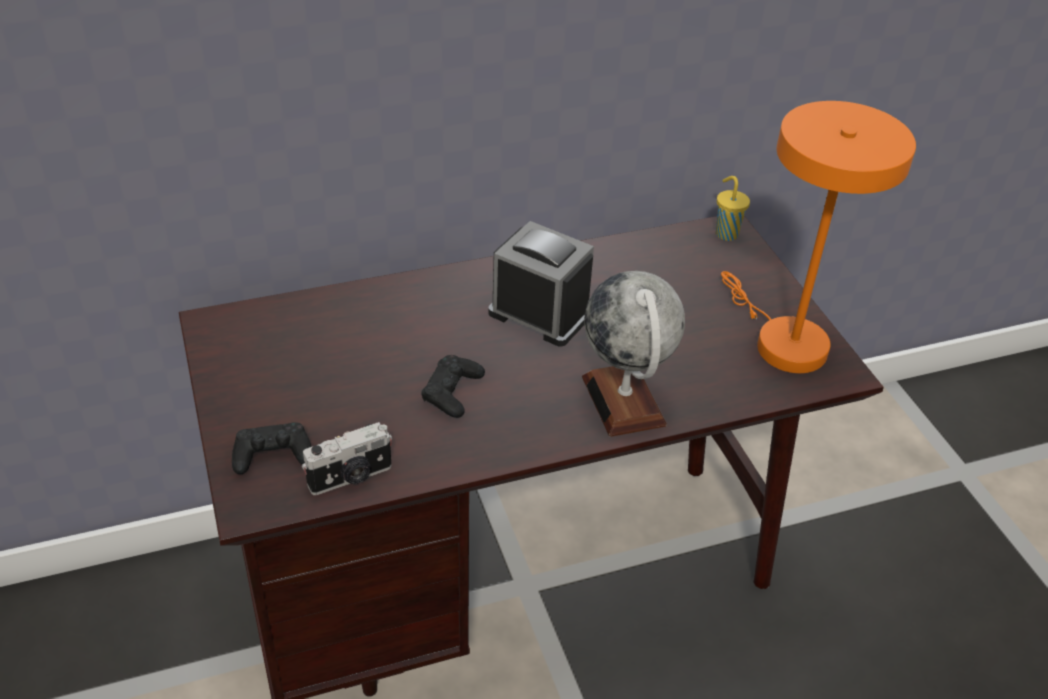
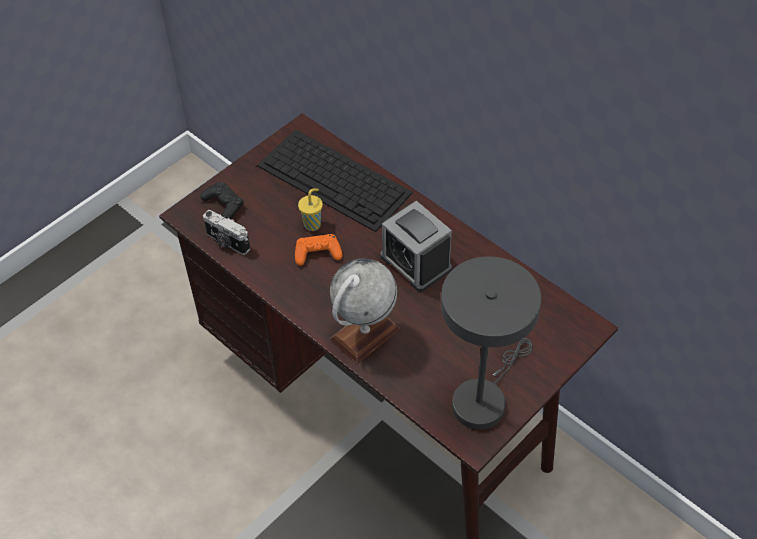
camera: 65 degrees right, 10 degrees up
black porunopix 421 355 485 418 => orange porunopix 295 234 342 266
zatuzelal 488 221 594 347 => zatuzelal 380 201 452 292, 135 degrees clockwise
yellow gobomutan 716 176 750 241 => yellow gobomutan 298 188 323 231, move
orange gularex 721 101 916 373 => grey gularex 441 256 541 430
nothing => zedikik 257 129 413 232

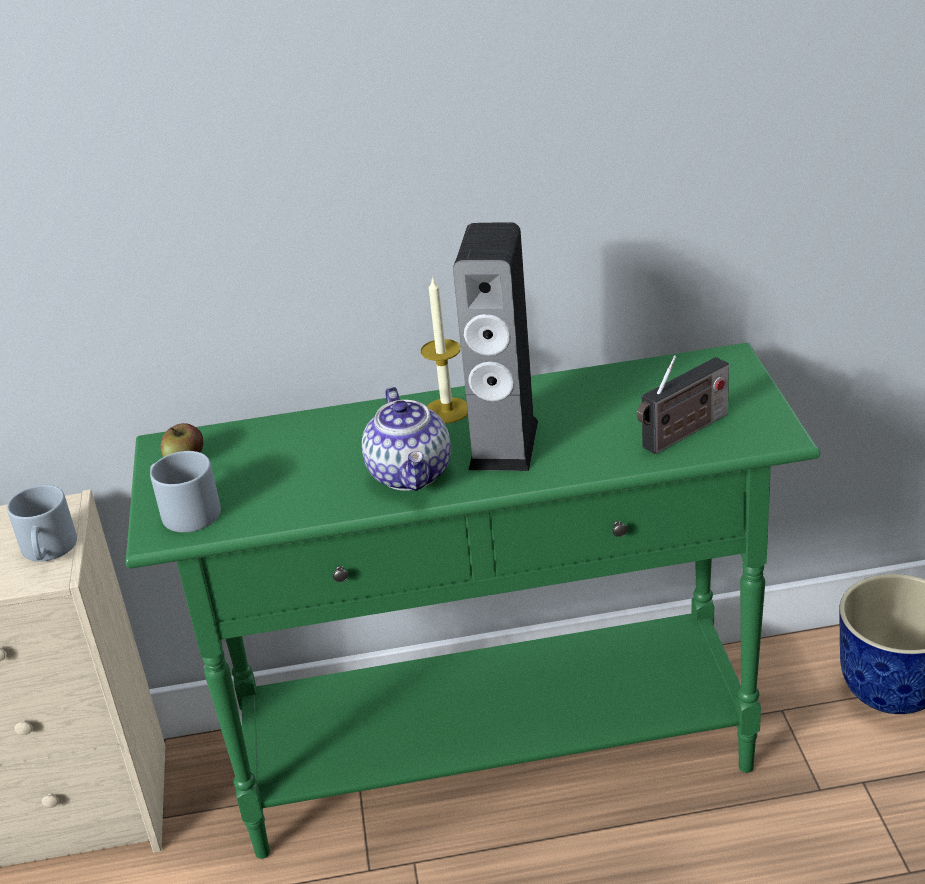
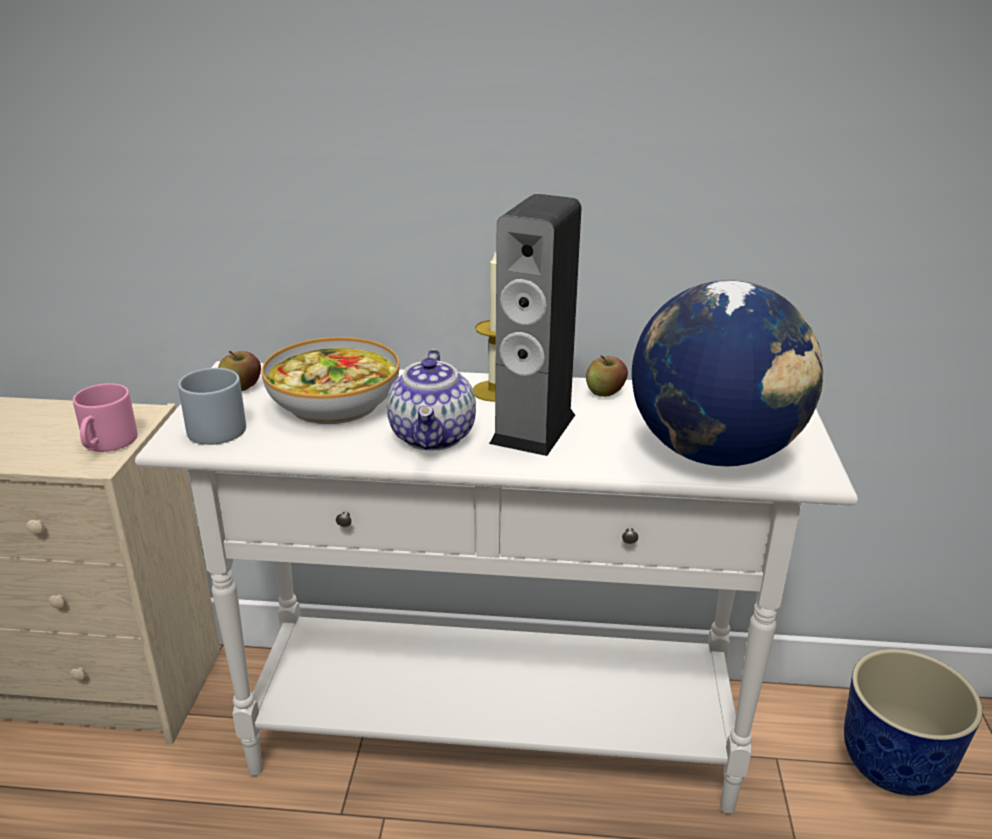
camera: 10 degrees right, 5 degrees down
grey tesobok 7 485 77 562 => pink tesobok 73 383 138 452
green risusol 126 343 820 859 => white risusol 135 361 858 814
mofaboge 637 355 729 455 => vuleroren 632 280 823 466
nothing => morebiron 261 337 400 424
nothing => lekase 586 355 628 397

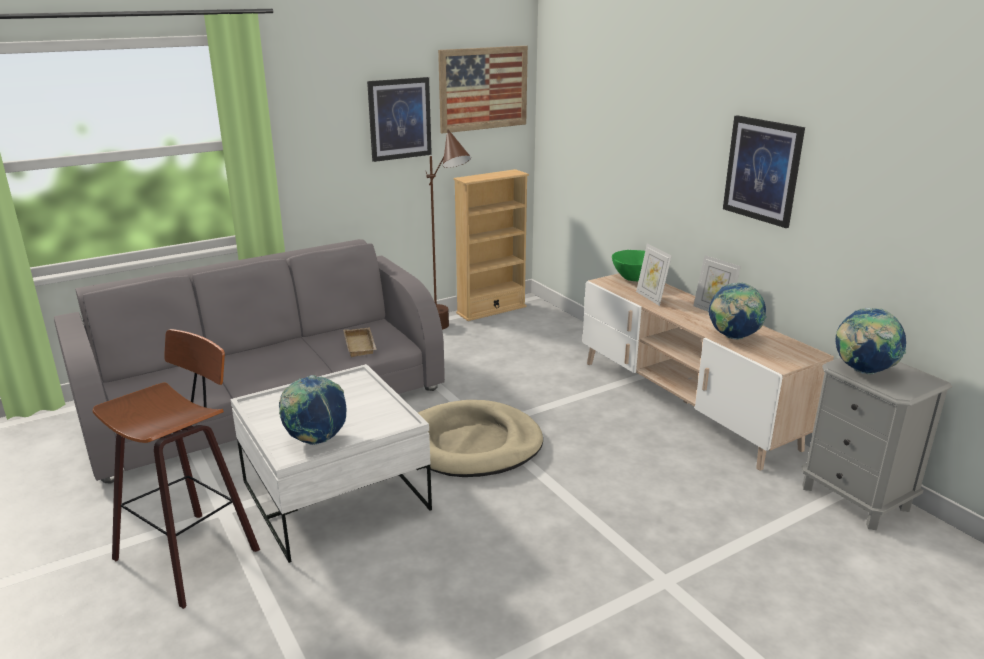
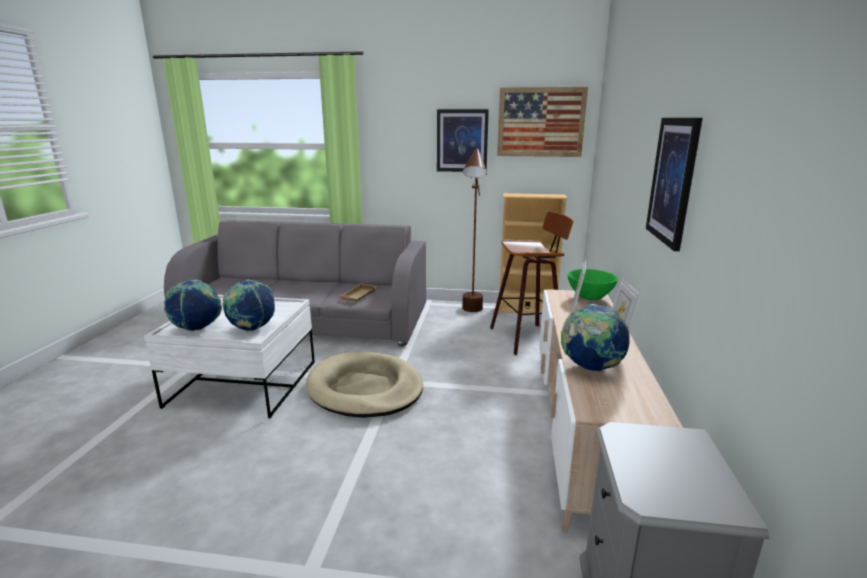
camera: 40 degrees right, 5 degrees down
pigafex 93 329 260 609 => pigafex 490 211 573 355, move
vuleroren 836 308 906 374 => vuleroren 223 279 275 331, move

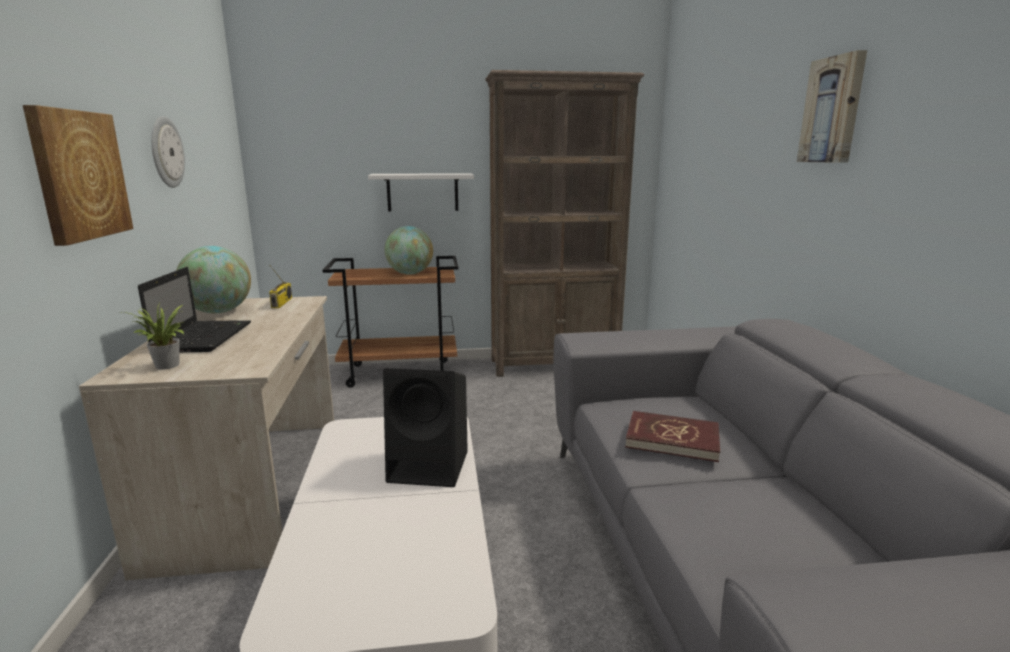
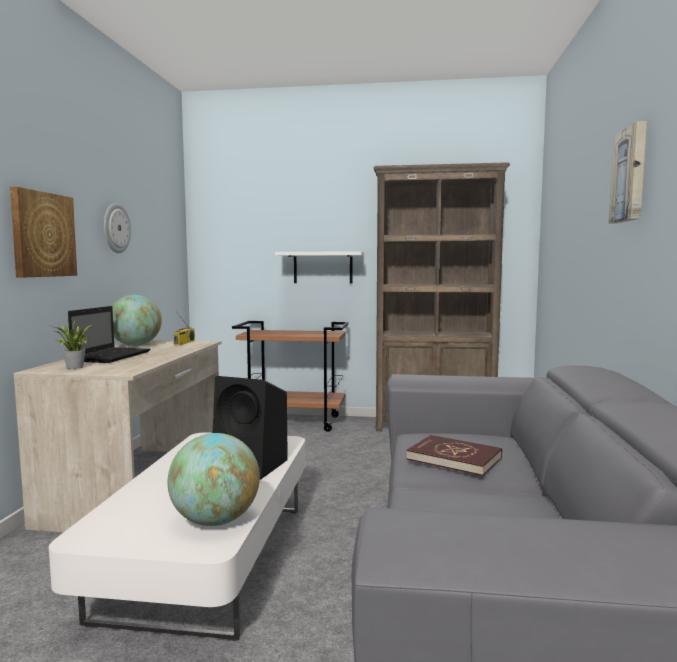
camera: 15 degrees right, 10 degrees down
vuleroren 385 226 433 275 => vuleroren 168 433 260 526, move

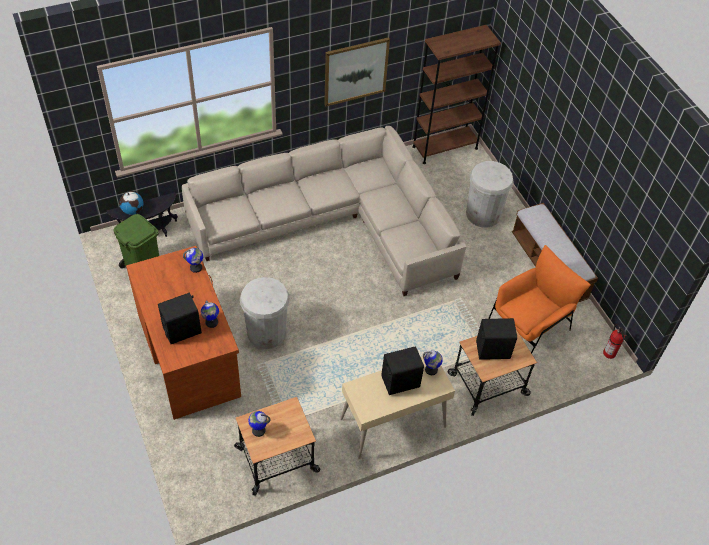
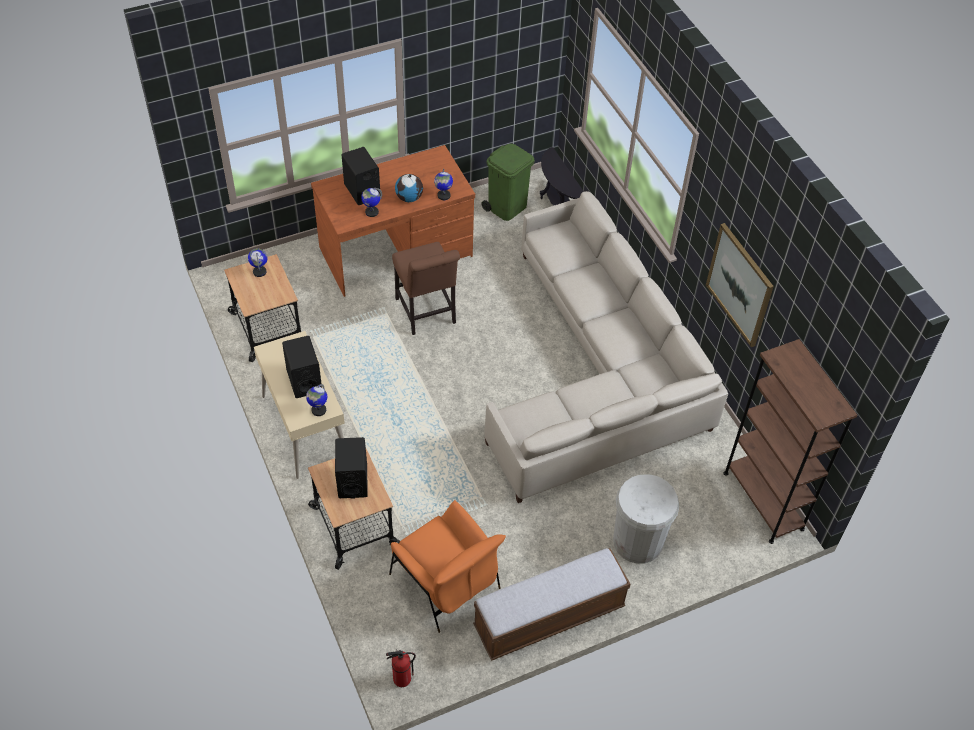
camera: 90 degrees right, 0 degrees up
vuleroren 119 191 143 215 => vuleroren 395 174 423 202, move
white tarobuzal 240 277 290 349 => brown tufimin 392 242 460 335

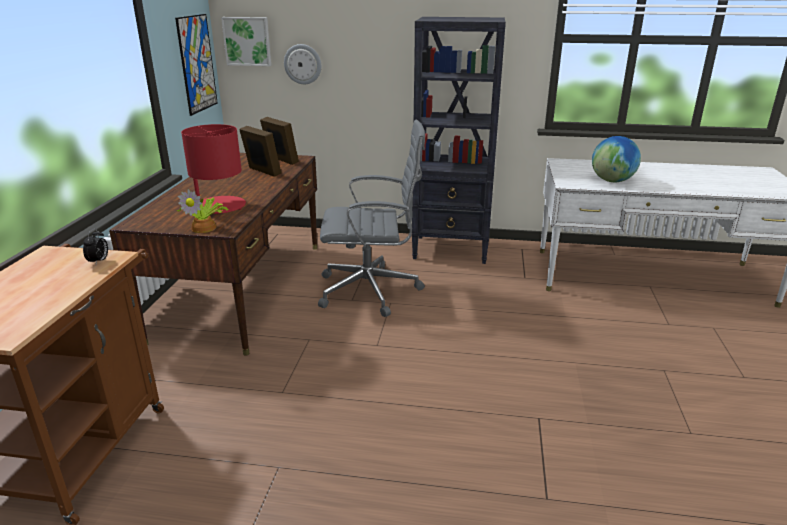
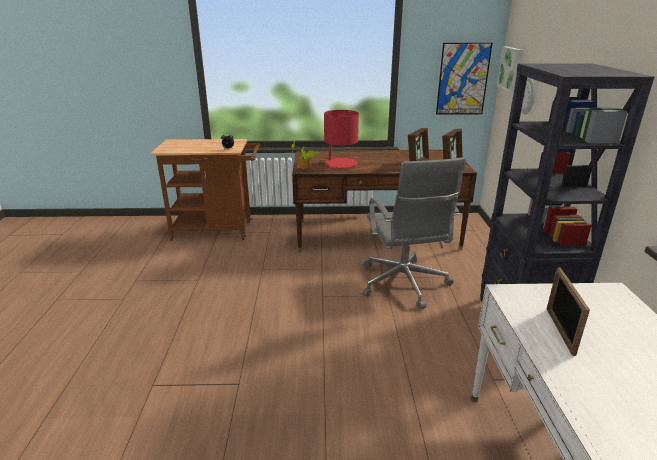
camera: 80 degrees right, 0 degrees up
vuleroren 592 136 641 182 => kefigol 547 268 590 356

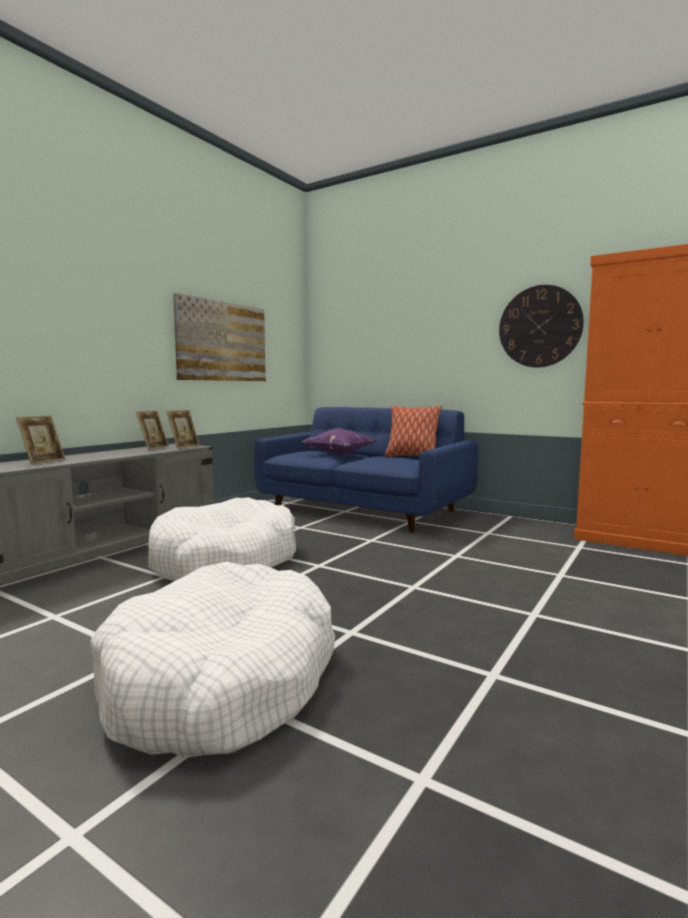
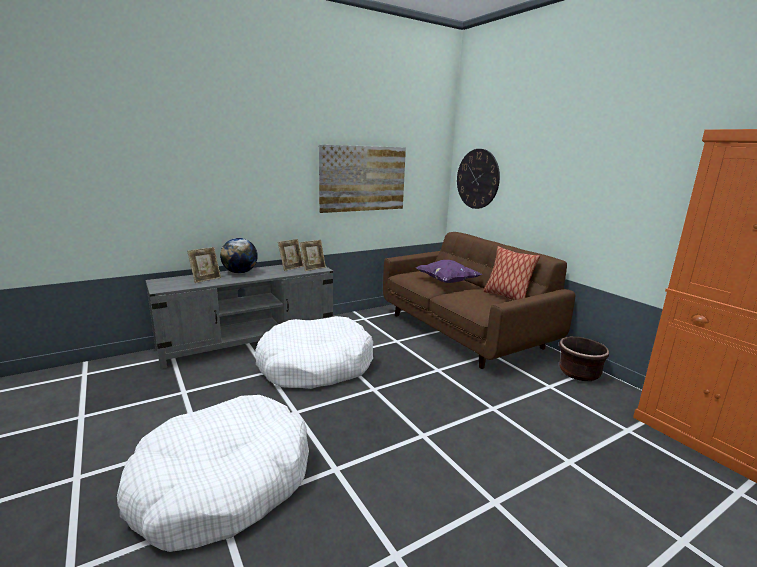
camera: 25 degrees right, 10 degrees up
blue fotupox 254 407 478 533 => brown fotupox 383 232 575 369
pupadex 499 285 584 368 => pupadex 457 149 500 209, move
nothing => vuleroren 220 238 258 273
nothing => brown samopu 559 336 609 381

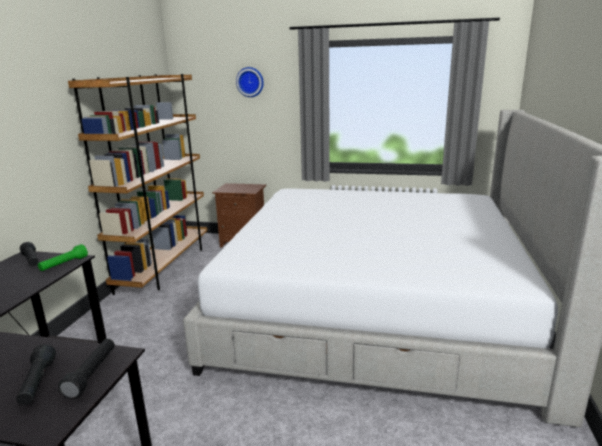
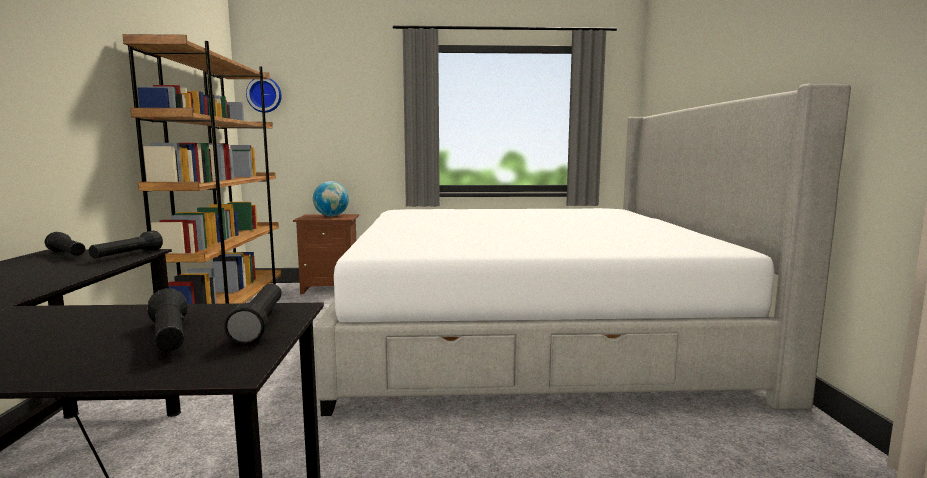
camera: 15 degrees left, 10 degrees down
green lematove 38 244 88 271 => black lematove 89 231 163 258
pupadex 236 67 264 97 => pupadex 246 78 282 113, move
nothing => vuleroren 313 181 349 216

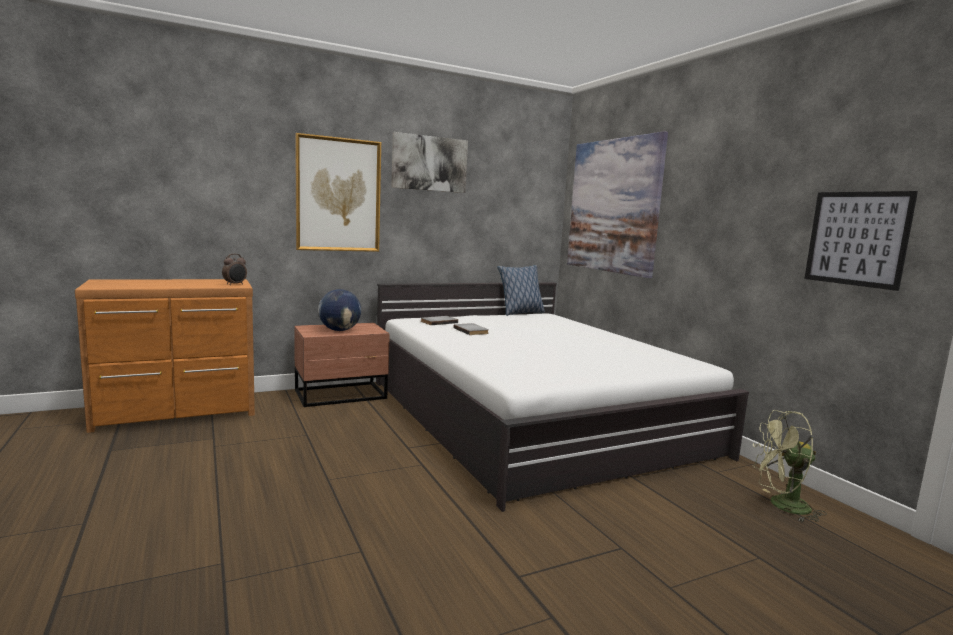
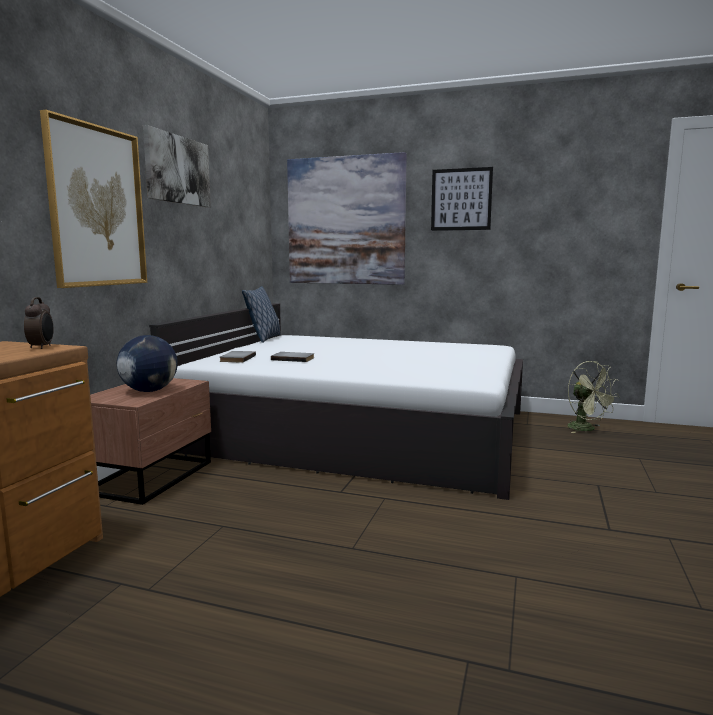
camera: 45 degrees left, 0 degrees up
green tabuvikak 752 410 827 522 => green tabuvikak 567 361 619 433, 75 degrees counterclockwise
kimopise 804 191 918 291 => kimopise 431 167 493 231, move

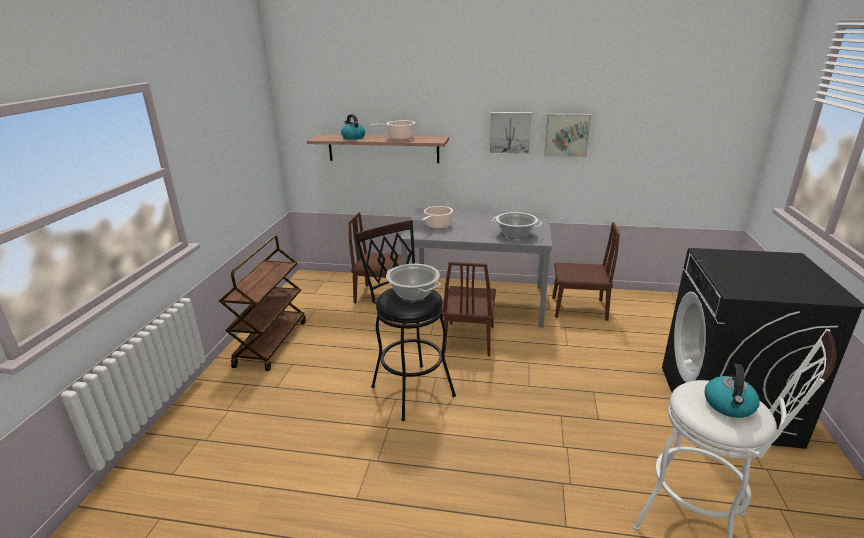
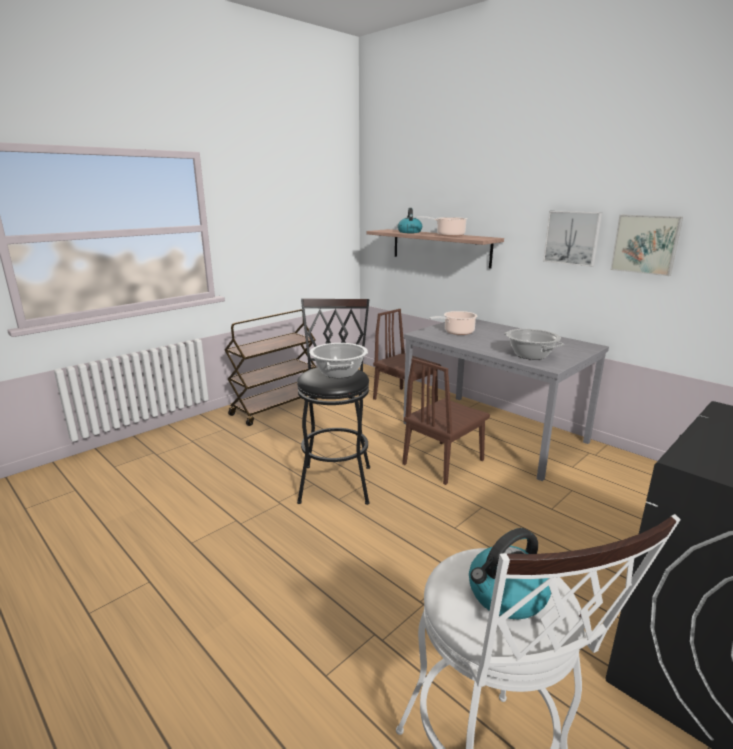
camera: 35 degrees right, 5 degrees down
brown tufimin 552 222 620 321 => nothing

